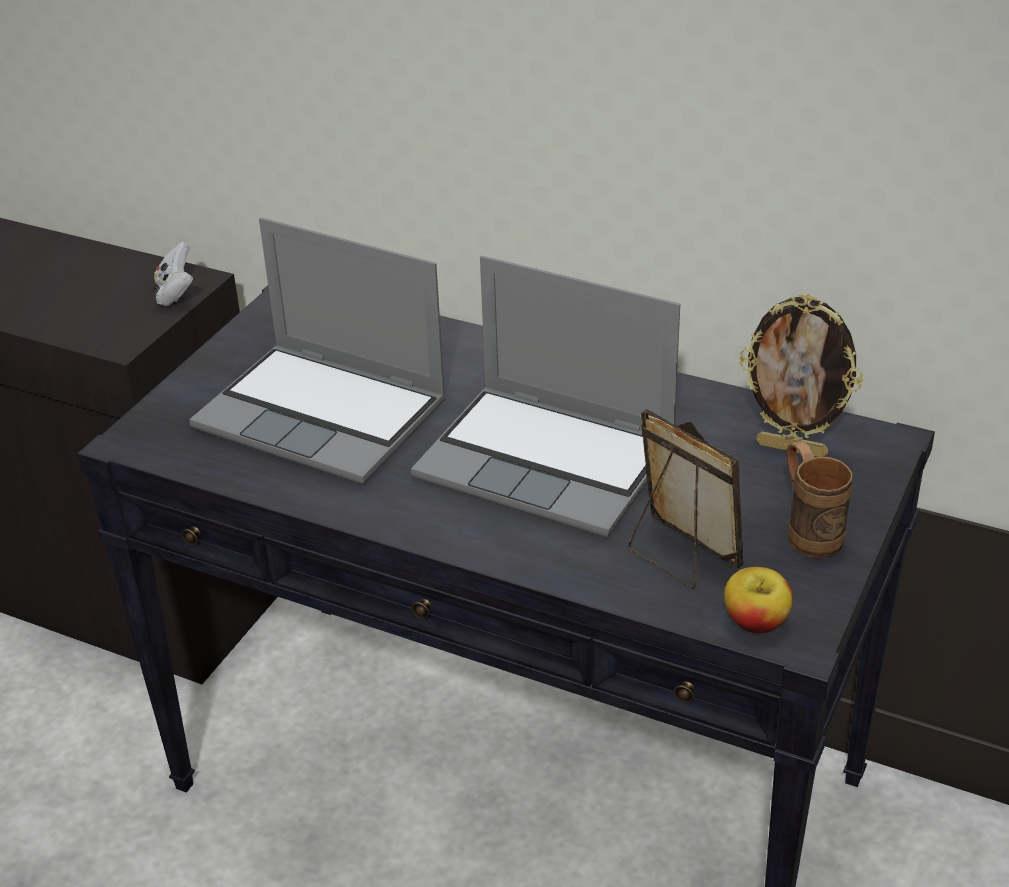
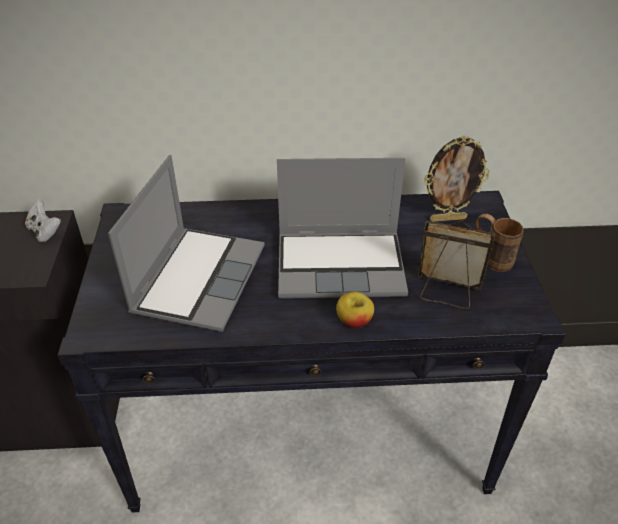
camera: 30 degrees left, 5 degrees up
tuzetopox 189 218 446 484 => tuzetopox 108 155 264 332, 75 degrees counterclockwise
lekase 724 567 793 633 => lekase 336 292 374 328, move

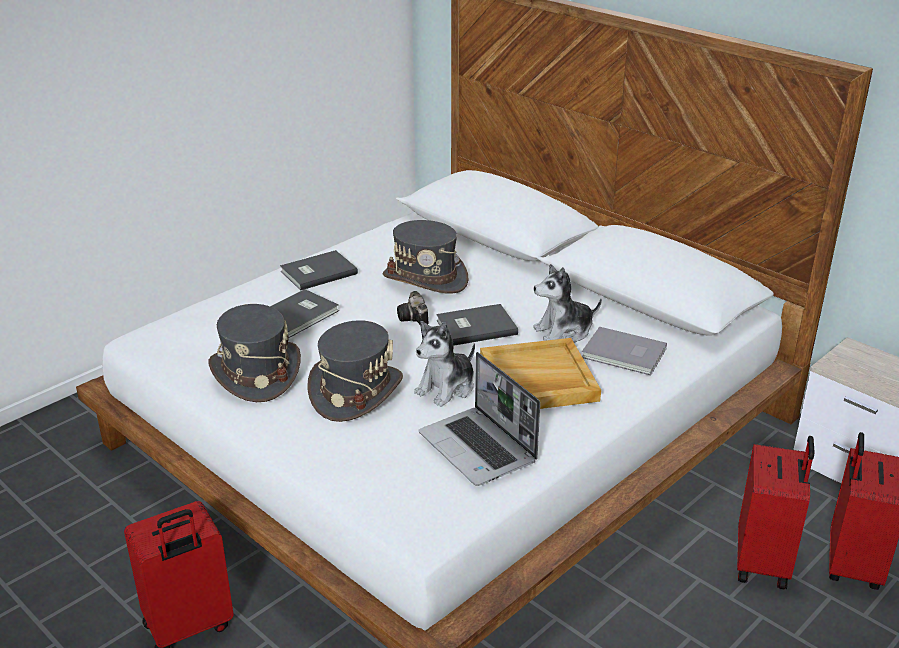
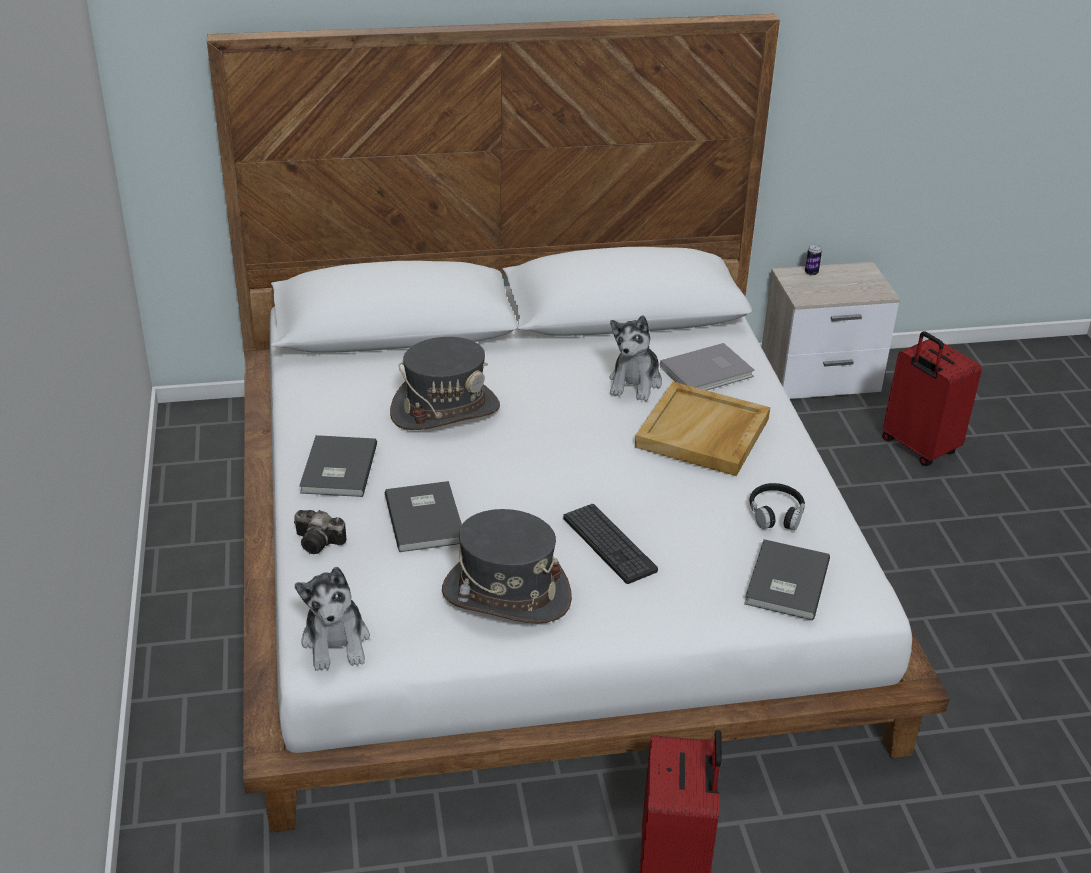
camera: 55 degrees left, 5 degrees up
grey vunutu 307 320 403 422 => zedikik 563 504 658 584
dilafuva 397 291 429 325 => dilafuva 294 510 347 554, move
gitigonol 414 321 475 407 => gitigonol 295 567 370 671, move
tuzetopox 419 352 540 486 => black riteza 749 483 805 530
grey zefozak 436 304 518 346 => grey zefozak 744 539 830 620, move
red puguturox 737 436 814 589 => nothing
nothing => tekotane 805 244 822 276

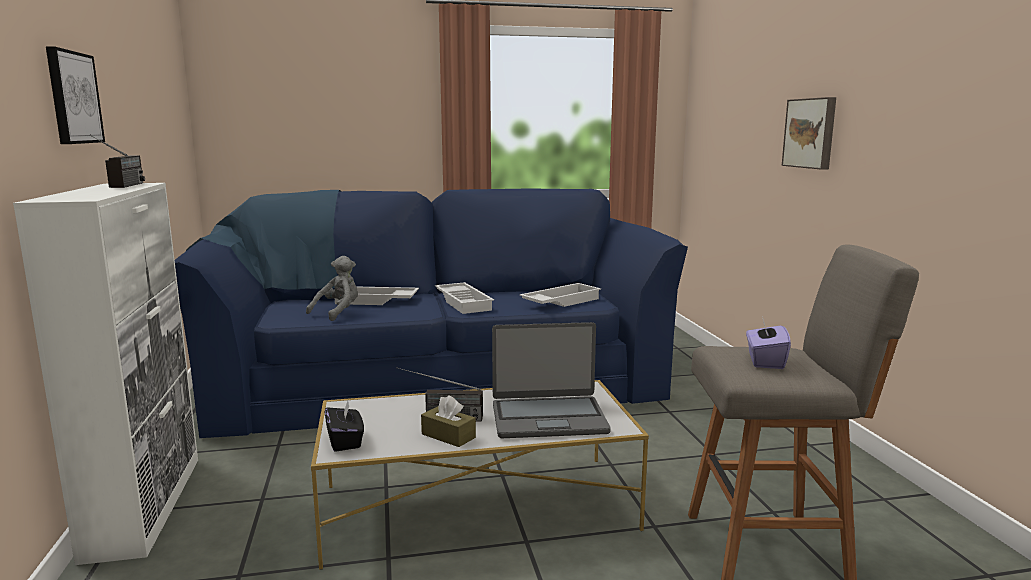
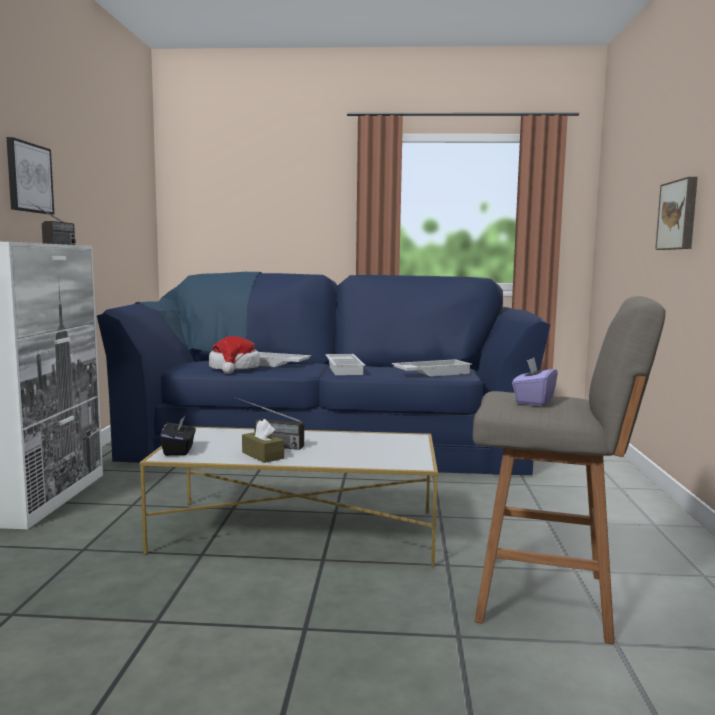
camera: 15 degrees right, 5 degrees down
grey gitigonol 306 256 358 321 => vunutu 209 336 260 374
tuzetopox 492 322 611 438 => nothing

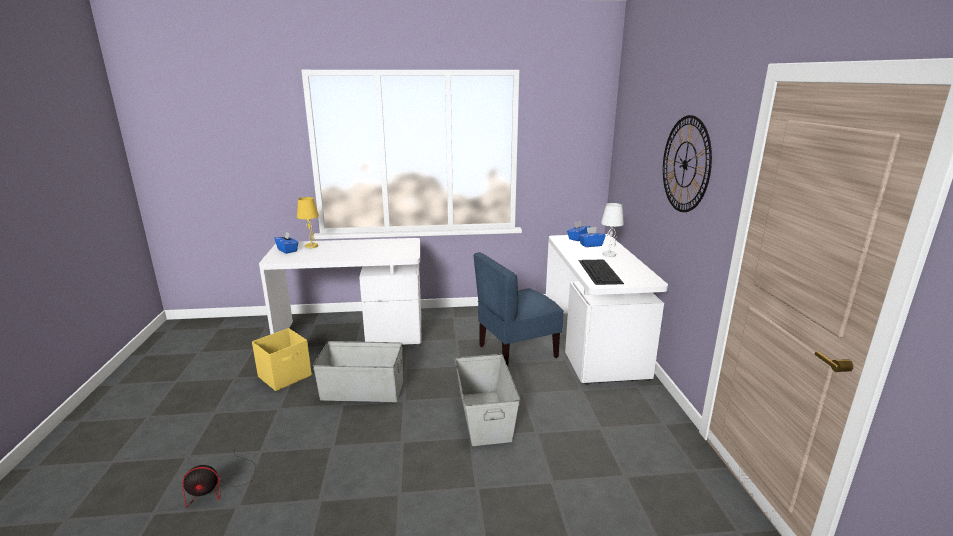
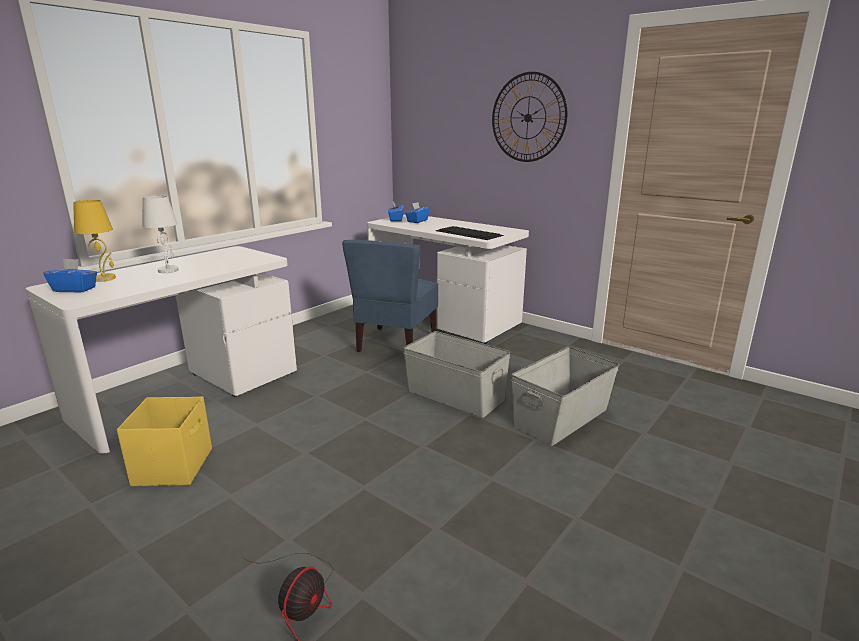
camera: 45 degrees left, 0 degrees up
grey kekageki 313 341 403 402 => grey kekageki 511 347 620 446, move
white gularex 601 203 624 257 => white gularex 143 195 179 273, move

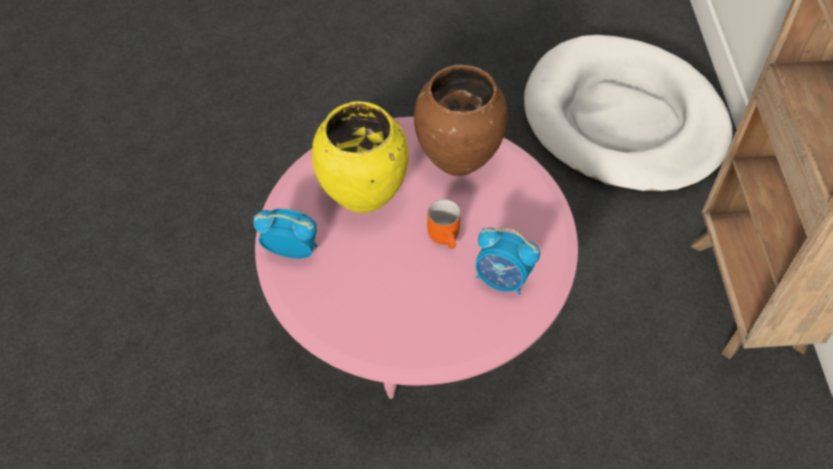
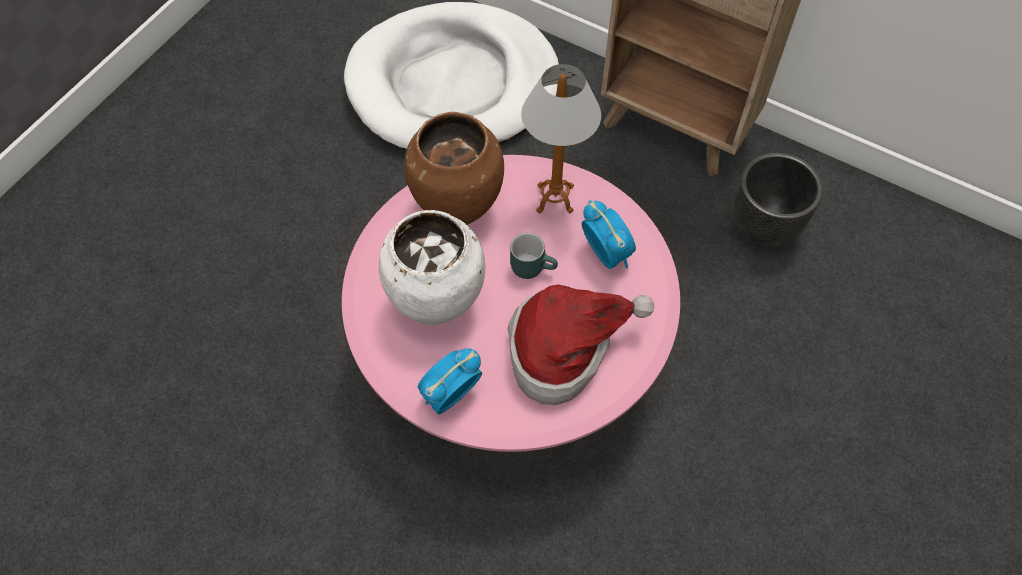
camera: 55 degrees left, 5 degrees up
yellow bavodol 312 101 409 213 => white bavodol 379 210 486 325
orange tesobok 427 199 461 249 => turquoise tesobok 510 233 558 279
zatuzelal 476 228 540 295 => zatuzelal 582 200 636 269, 90 degrees counterclockwise
nothing => vunutu 508 285 654 405
nothing => gularex 521 64 601 213
nothing => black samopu 734 153 823 246

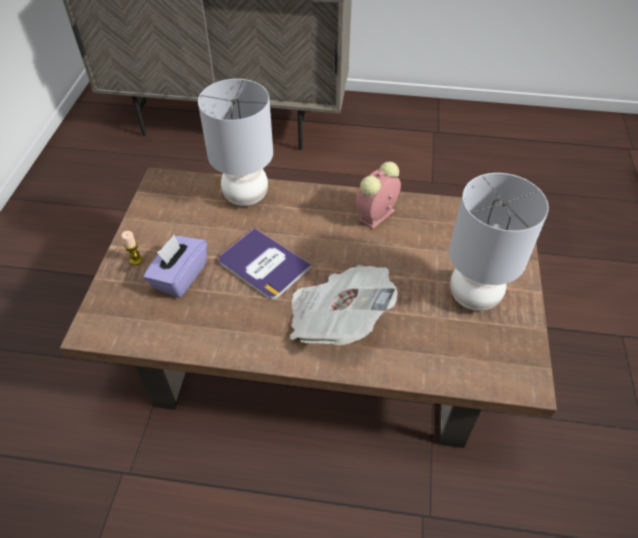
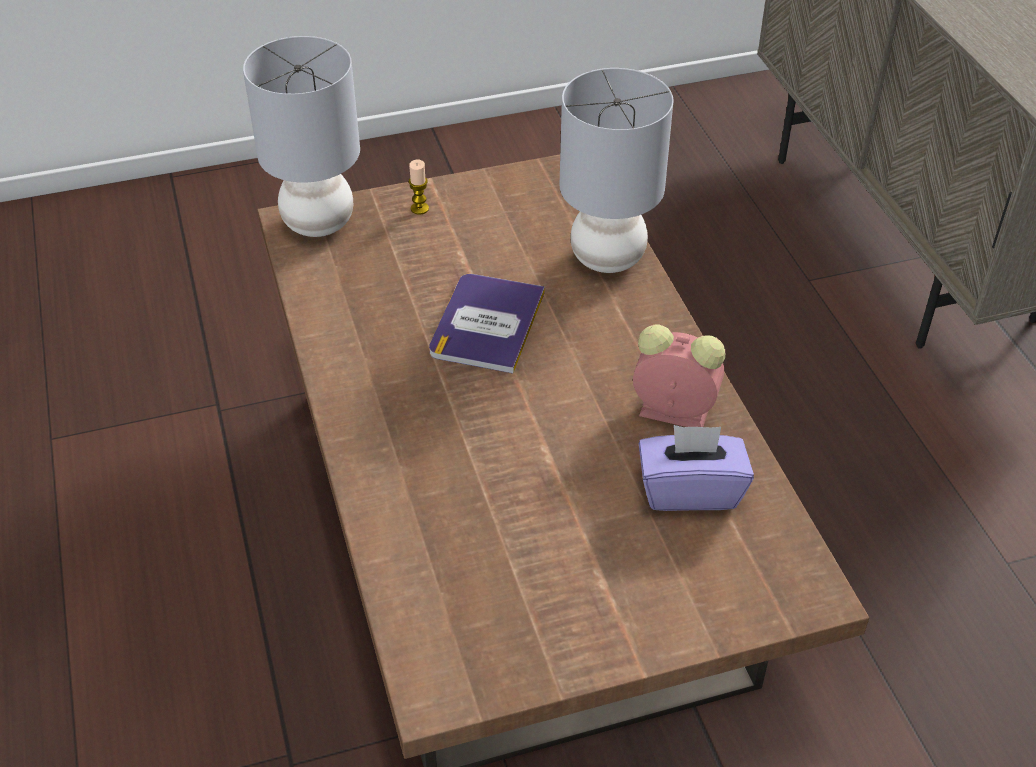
camera: 65 degrees right, 5 degrees down
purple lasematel 143 235 207 298 => purple lasematel 639 425 754 511, move
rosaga 290 265 398 345 => nothing
grey gularex 449 173 549 311 => grey gularex 243 36 360 237, move

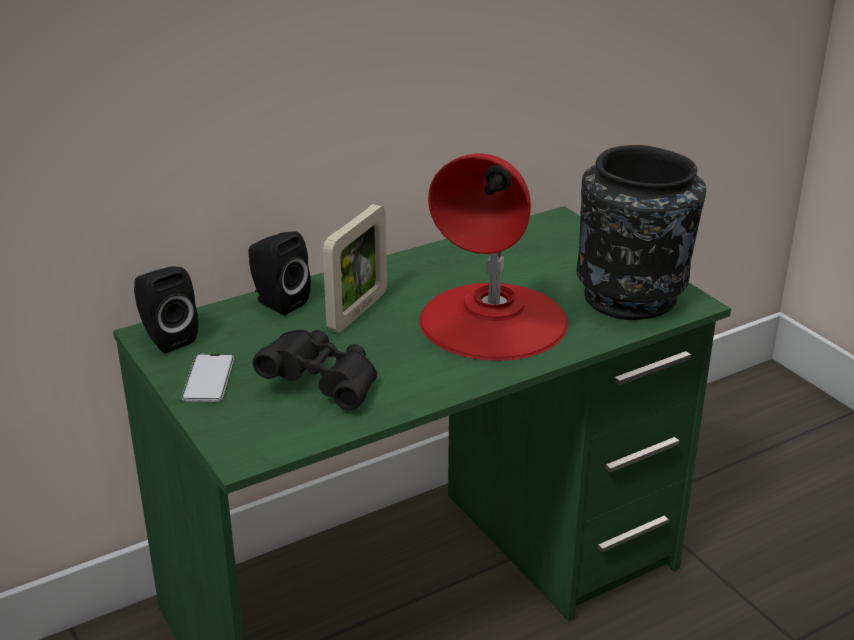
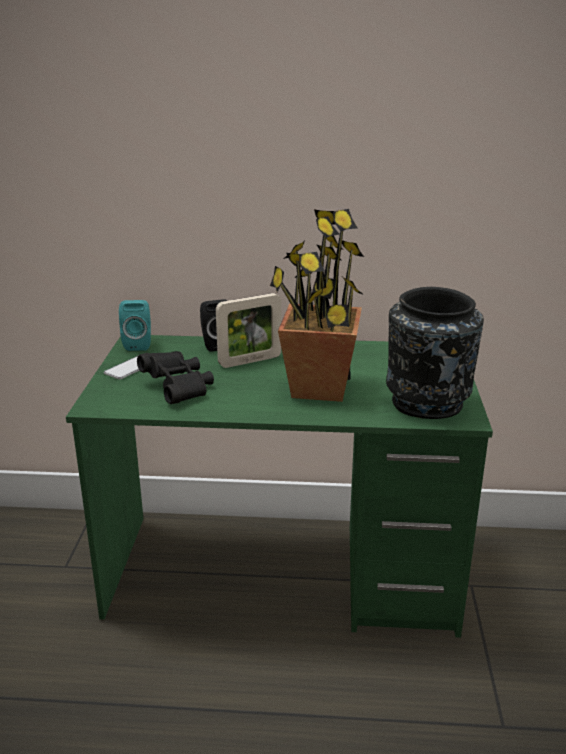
camera: 35 degrees right, 5 degrees down
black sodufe 134 266 198 353 => turquoise sodufe 119 300 151 351
red gularex 419 153 568 361 => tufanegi 270 209 364 402

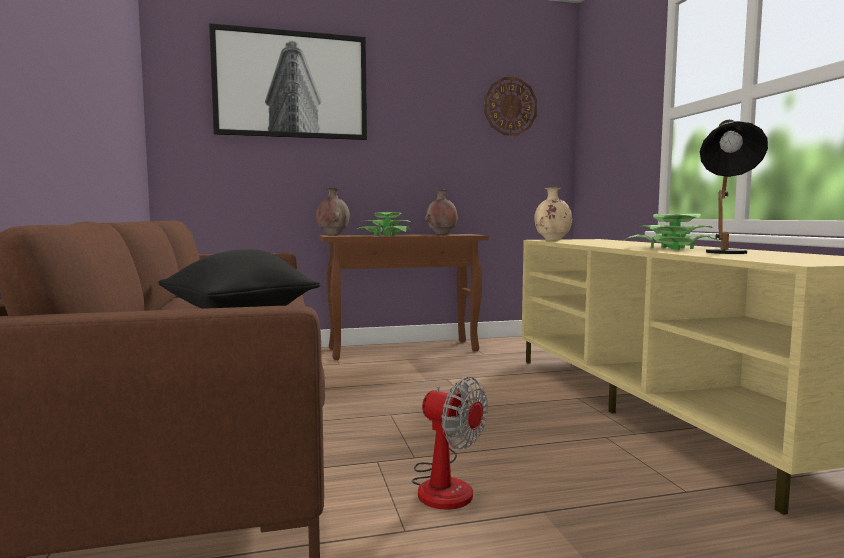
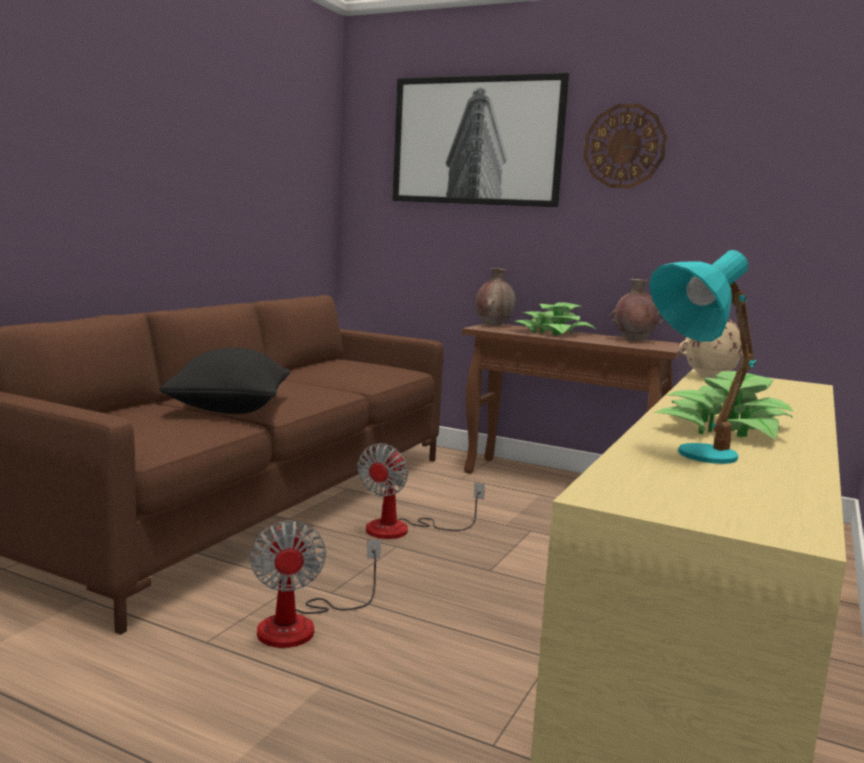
camera: 40 degrees right, 5 degrees up
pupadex 484 77 537 136 => pupadex 583 104 667 188, move
black gularex 700 120 768 254 => turquoise gularex 649 250 757 464
nothing => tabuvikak 357 443 485 539

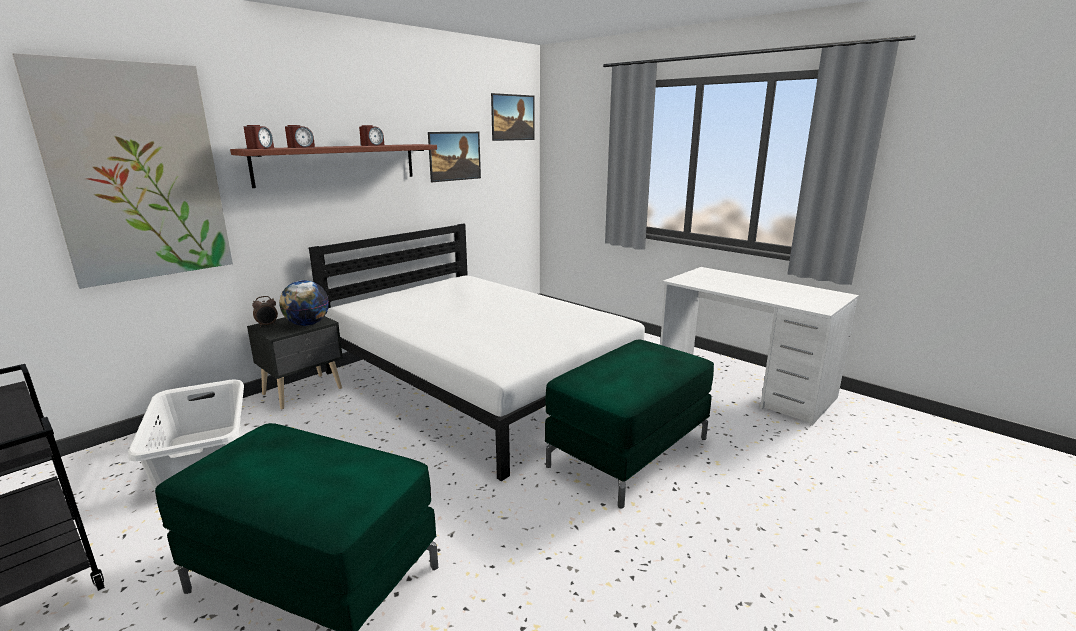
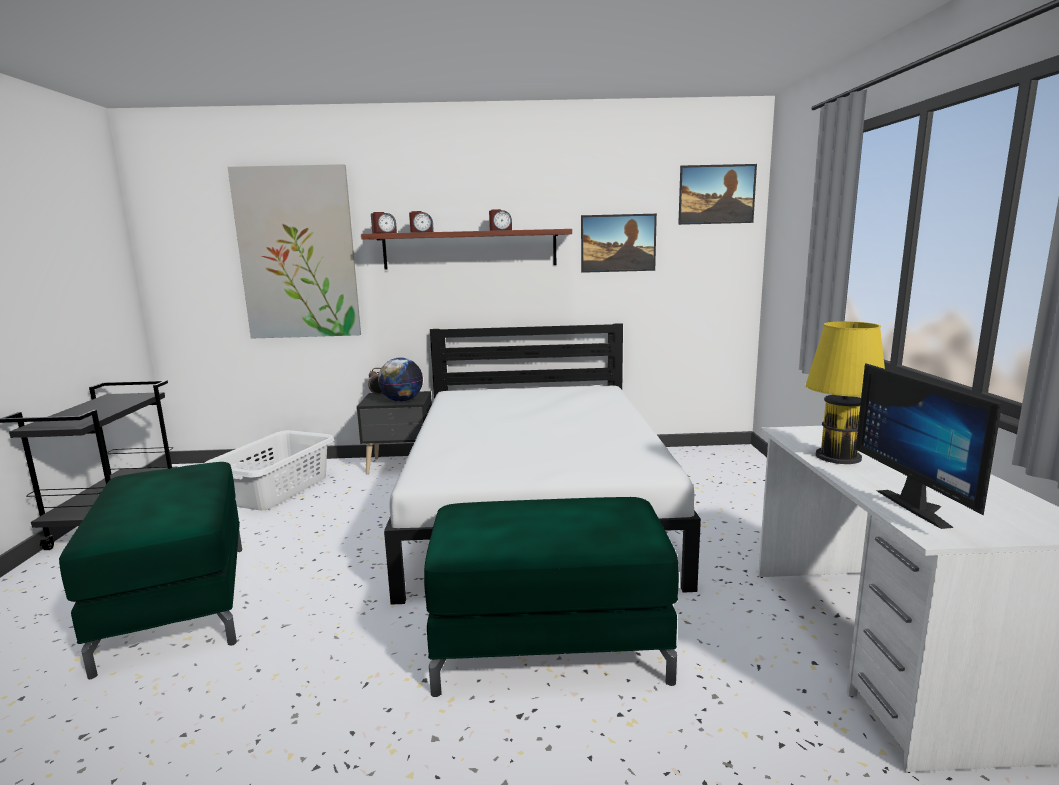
camera: 45 degrees right, 5 degrees down
nothing => yellow gularex 805 321 885 464
nothing => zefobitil 856 363 1002 529

